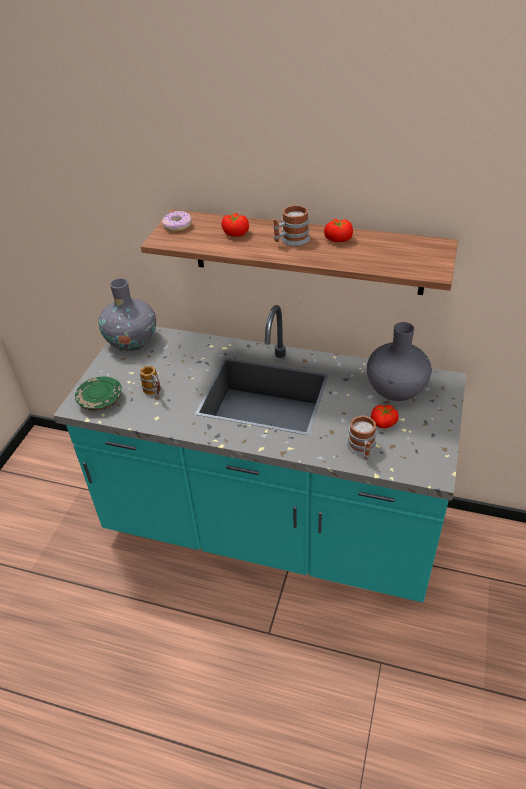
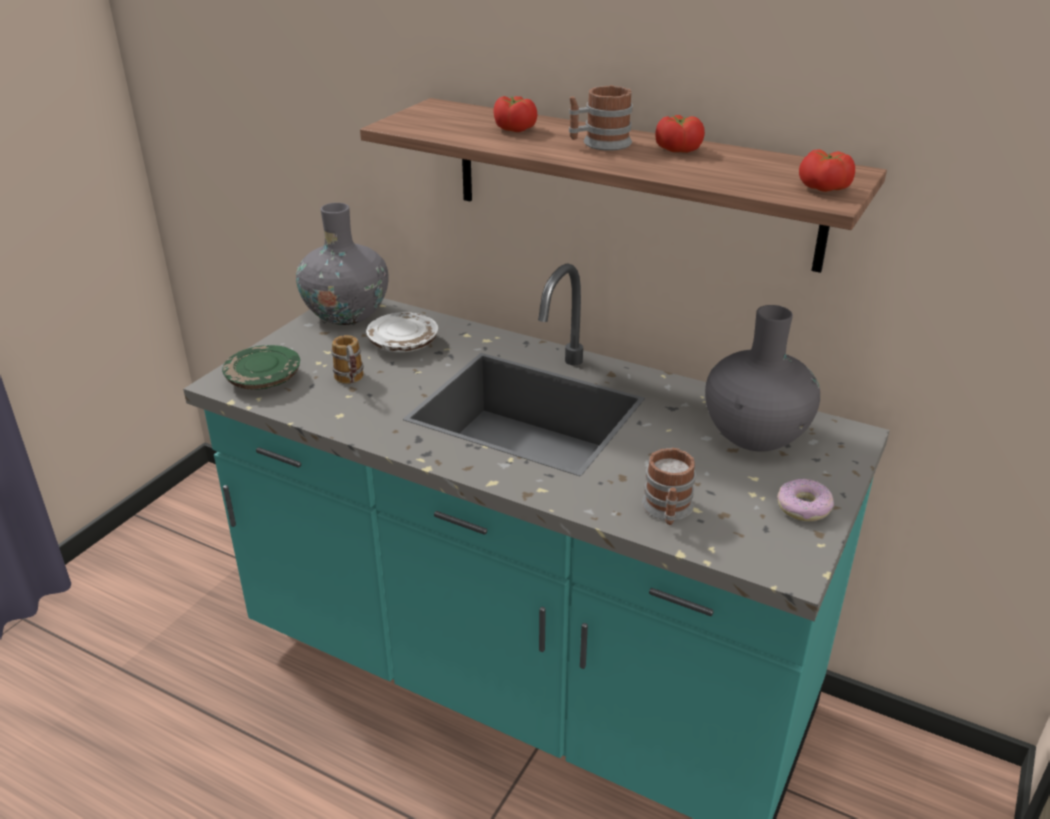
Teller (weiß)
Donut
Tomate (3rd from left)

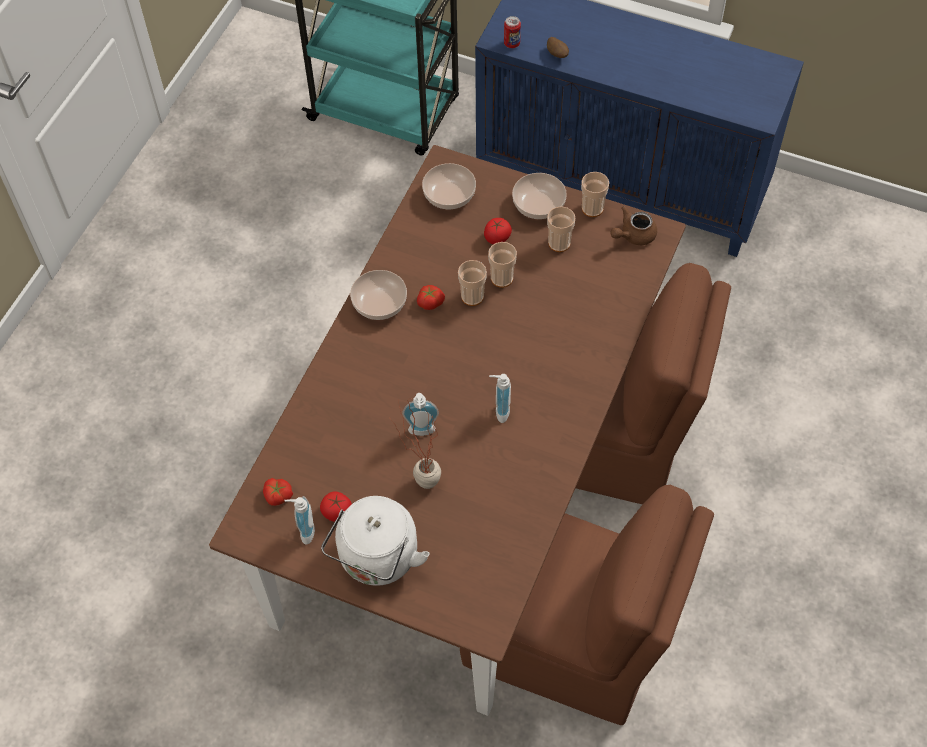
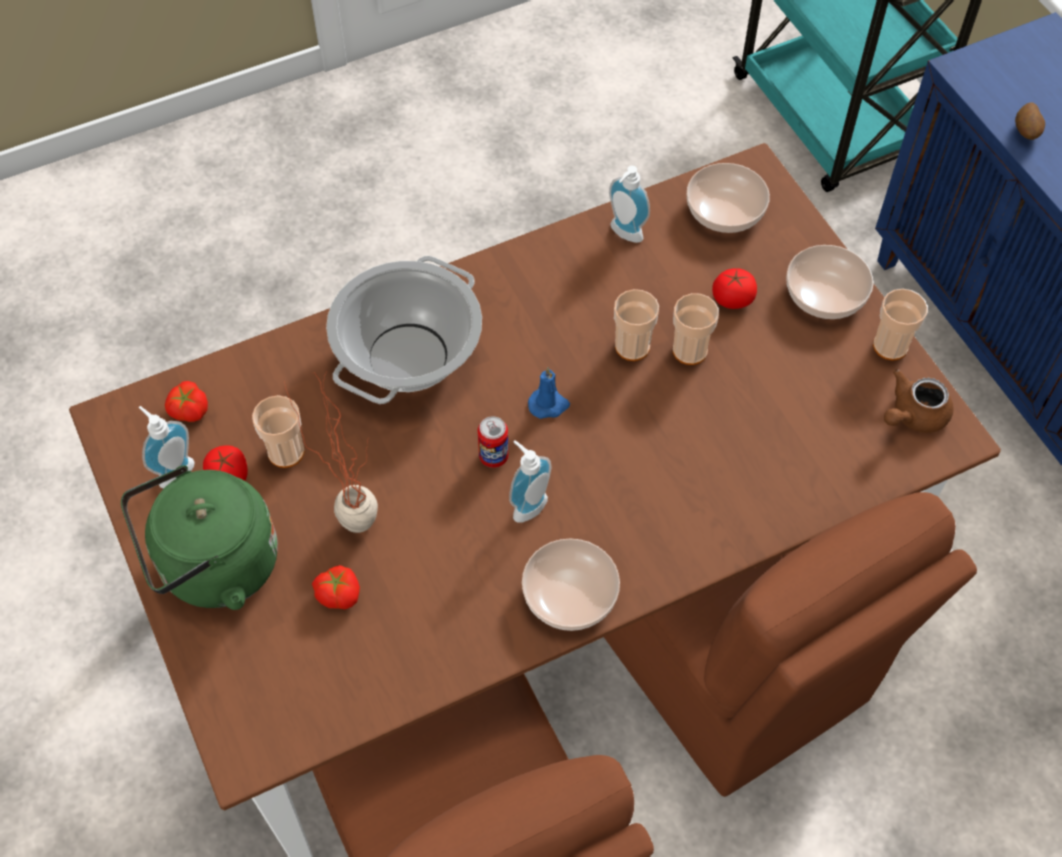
Wasserkessel (grün)
Tasse (1st from left)
Tomate (3rd from left)
Kochtopf
Dose
Schüssel (1st from left)
Kerze (blau)
Seifenspender (3rd from left)
Teekanne (braun)

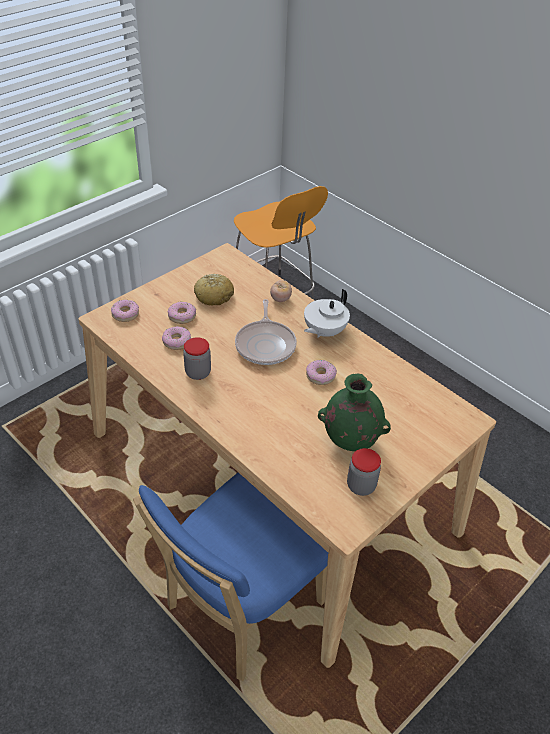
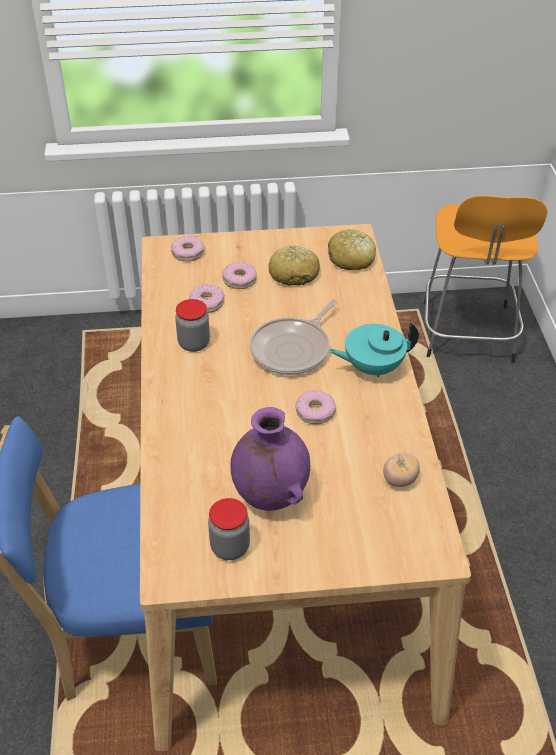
Vase (lila)
Brot (2nd from left)
Teekanne (türkis)
Tomate

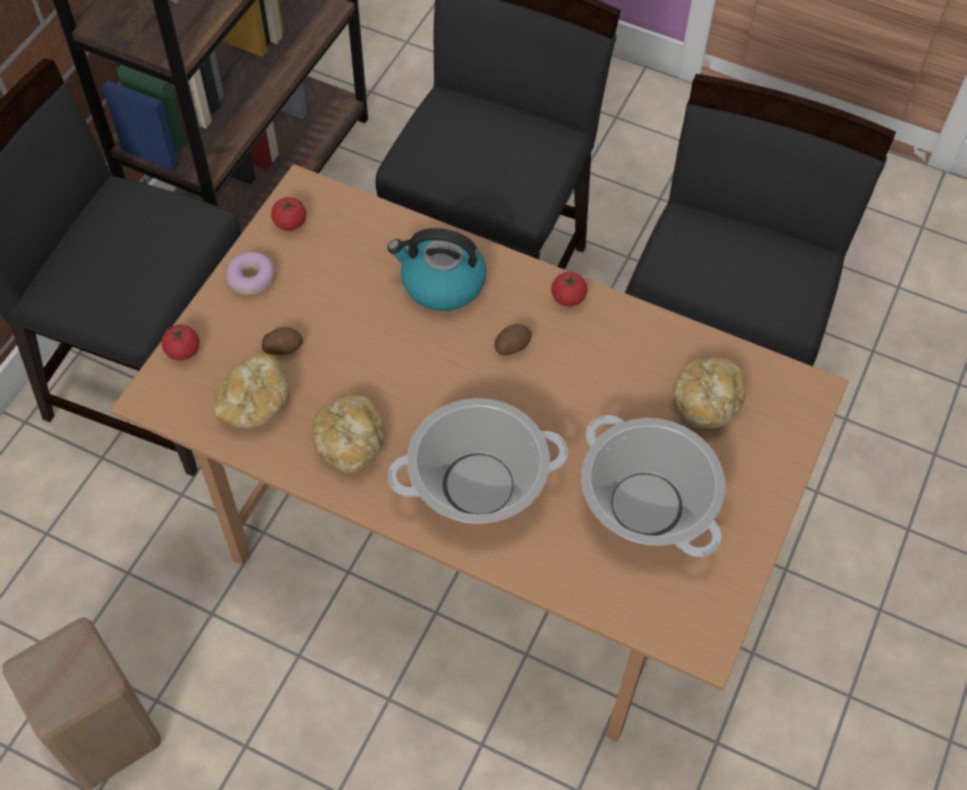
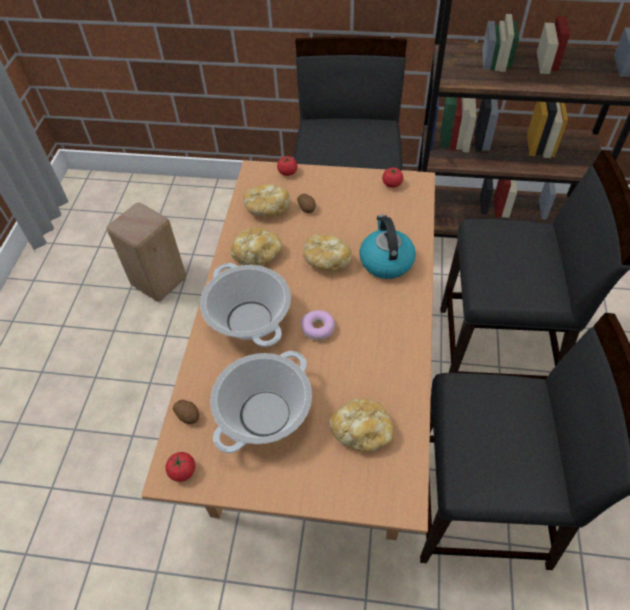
Tomate (1st from left)
Kartoffel (1st from left)
Donut
Brot (3rd from left)

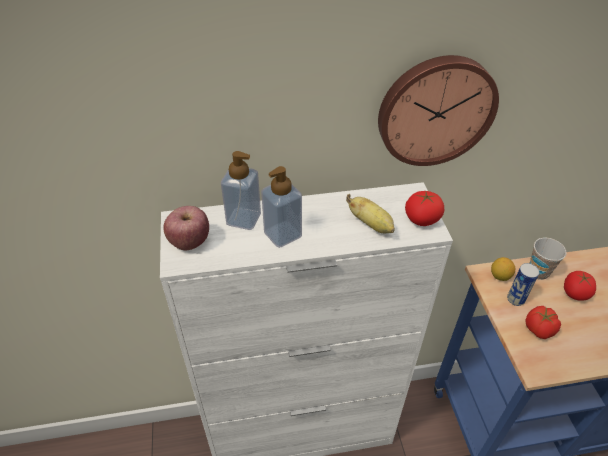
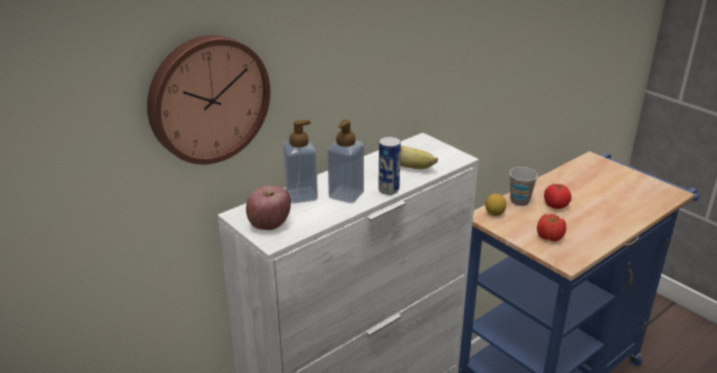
Wanduhr
Dose
Tomate (1st from left in the first image)

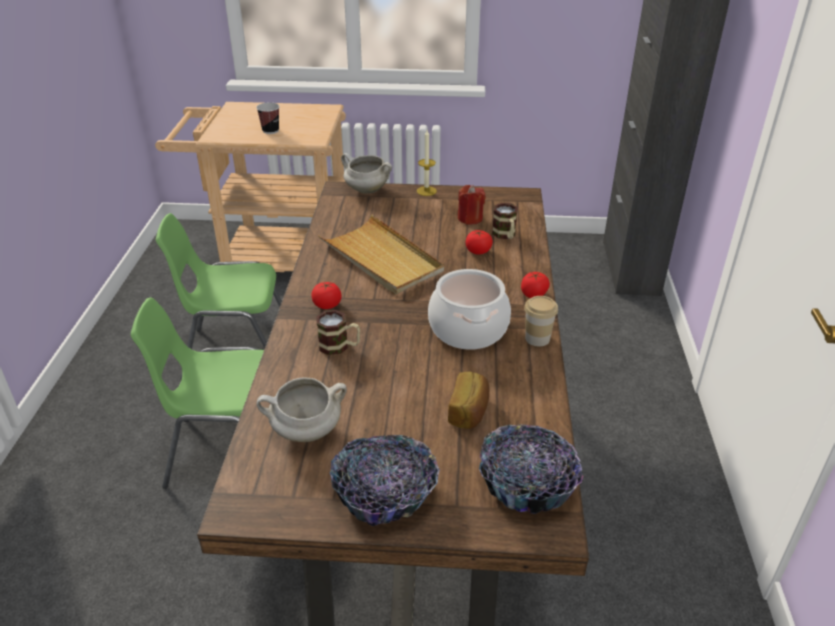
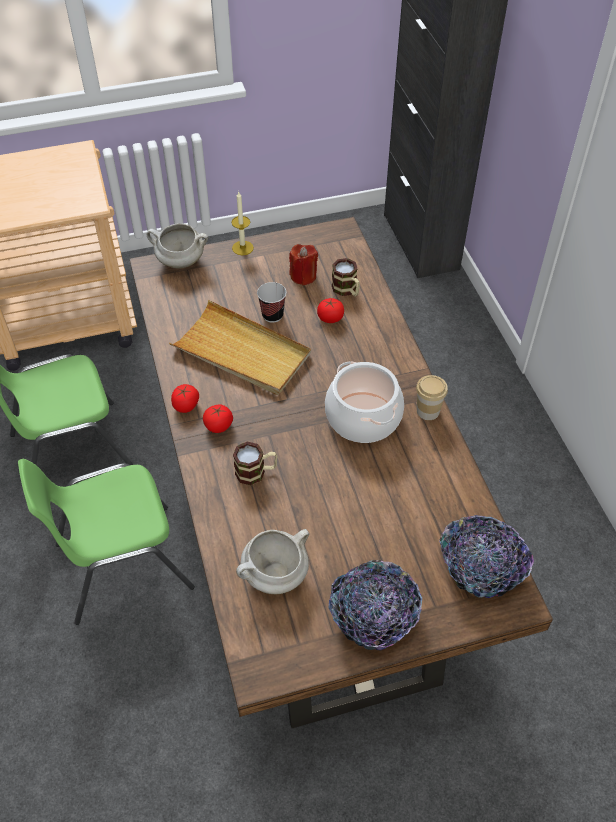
Tomate (1st from left)
Tasse (1st from left)
Brot

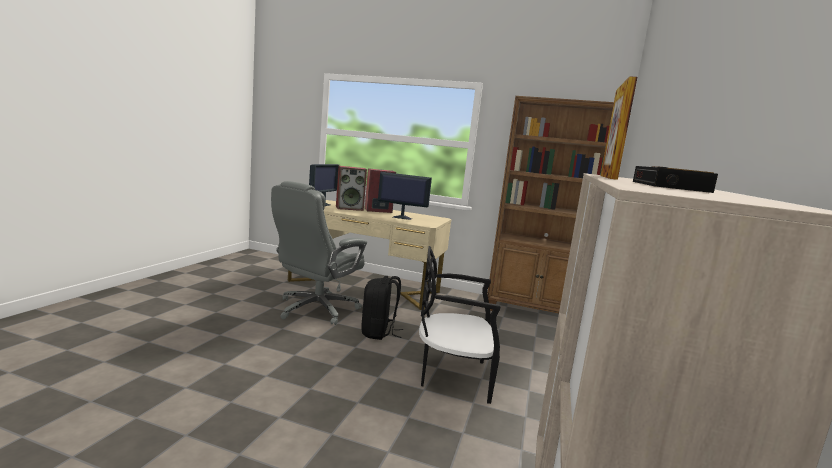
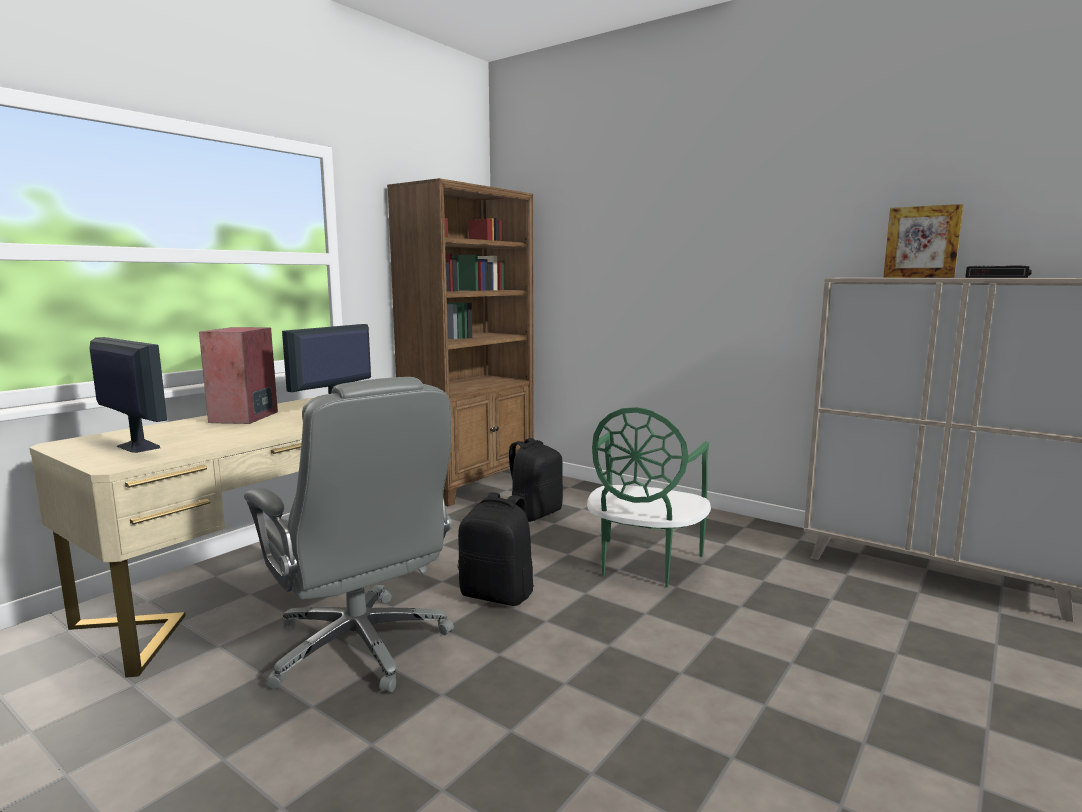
Rucksack (schwarz) (2nd from left)
Stuhl (grün)
Lautsprecher (1st from left in the first image)

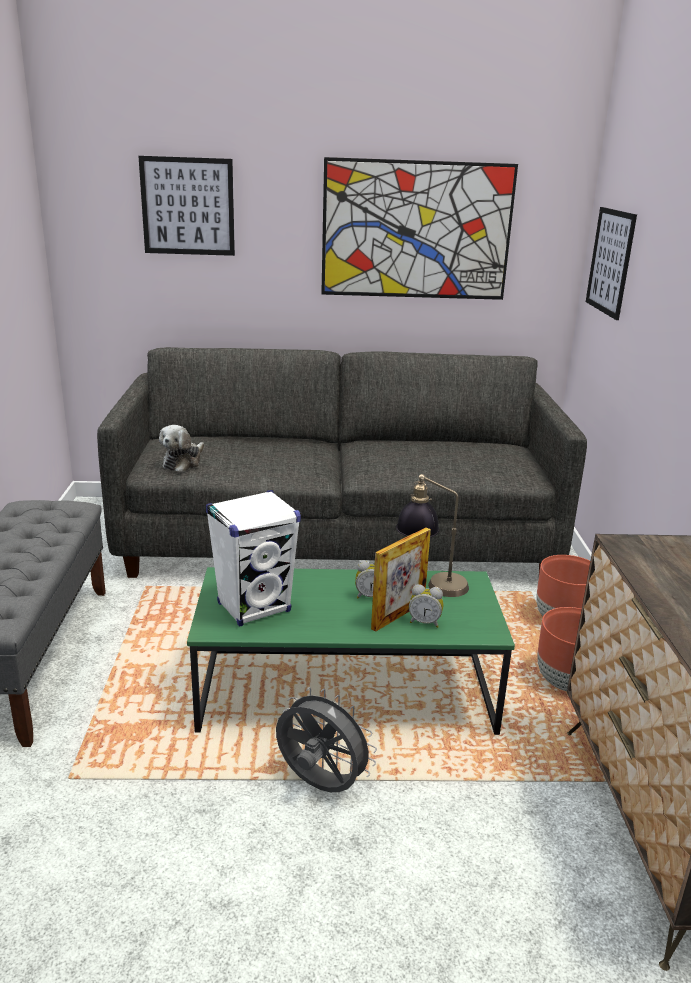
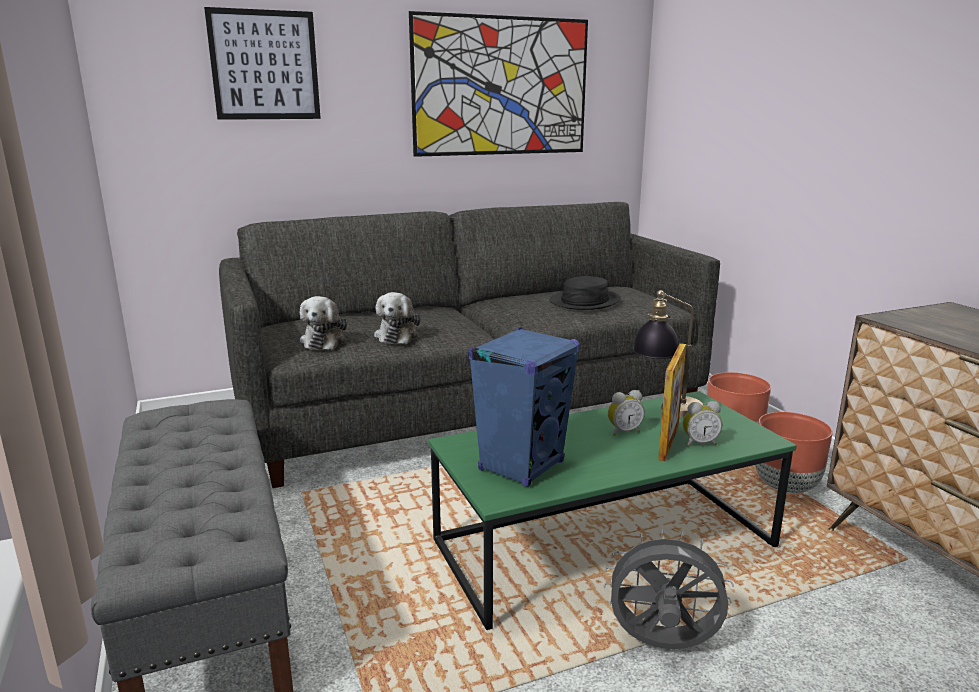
Plüschtier (2nd from left)
Lautsprecher (blau)
Hut (schwarz)
Bild (3rd from left in the first image)

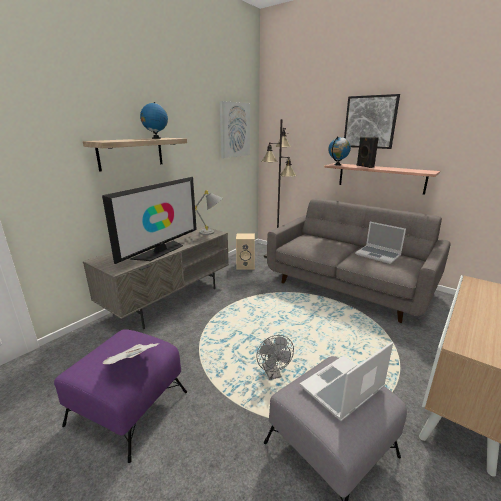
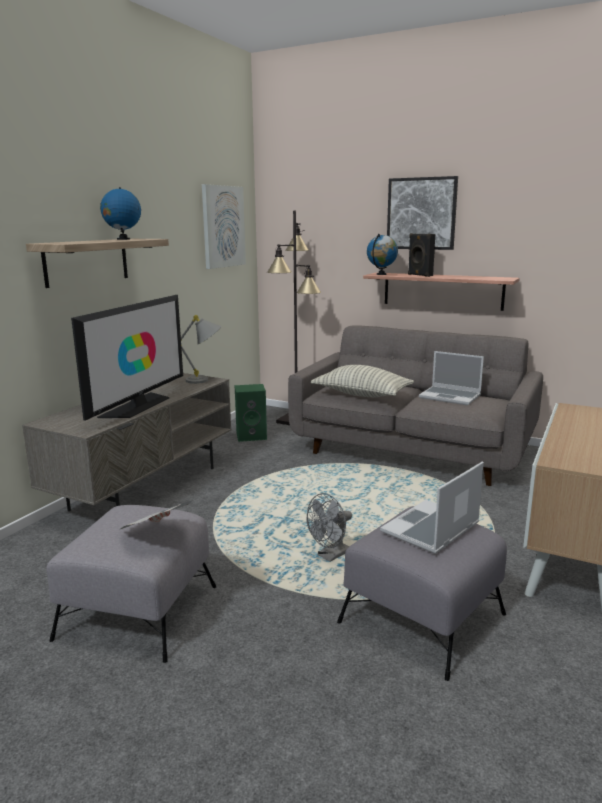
Polsterhocker (grau) (1st from left)
Lautsprecher (grün)
Ventilator (grau)
Kissen

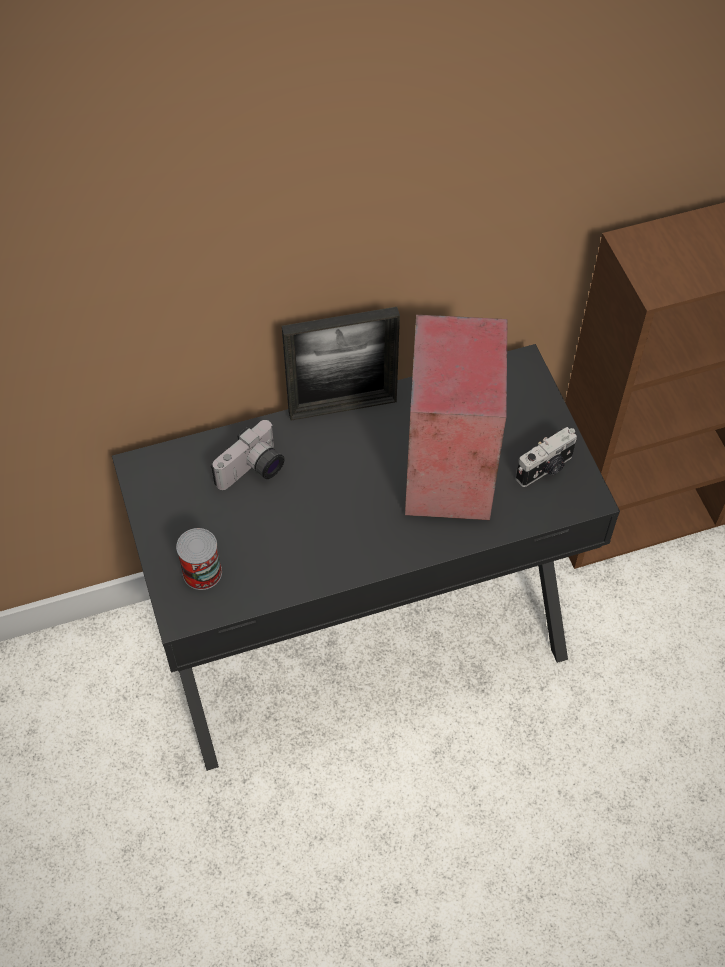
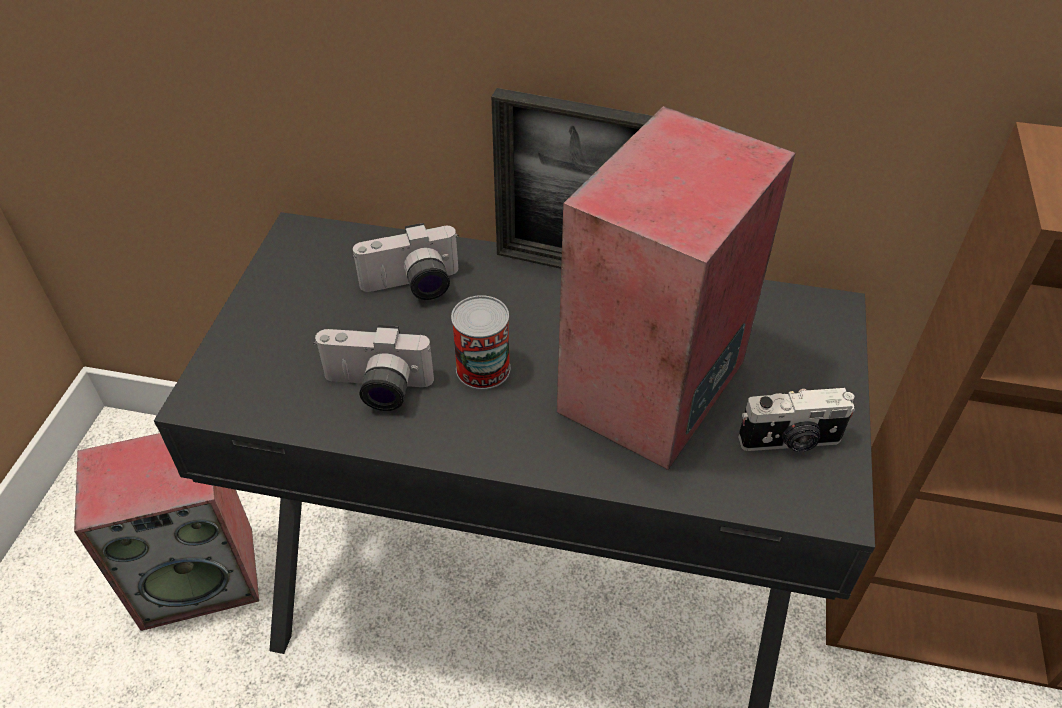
Lautsprecher (1st from left)
Kamera (1st from left)
Dose

